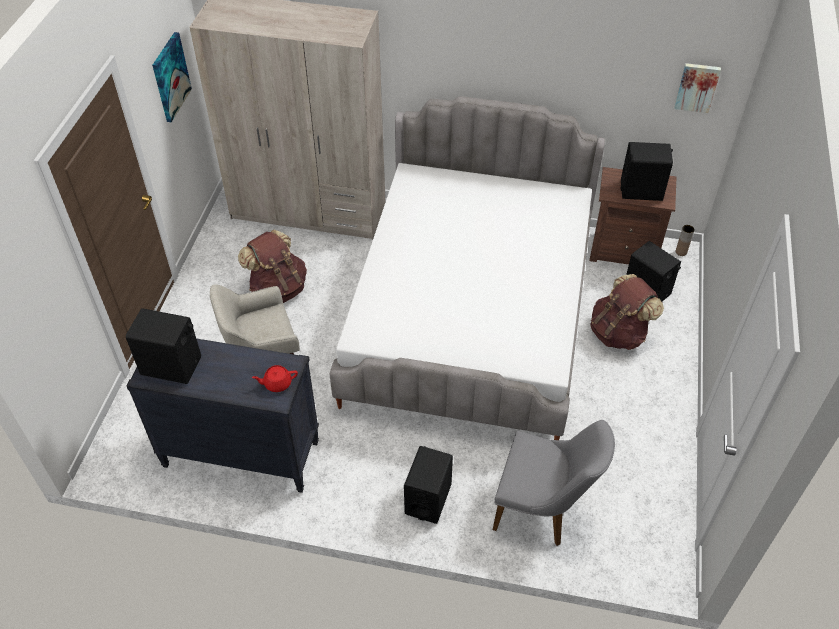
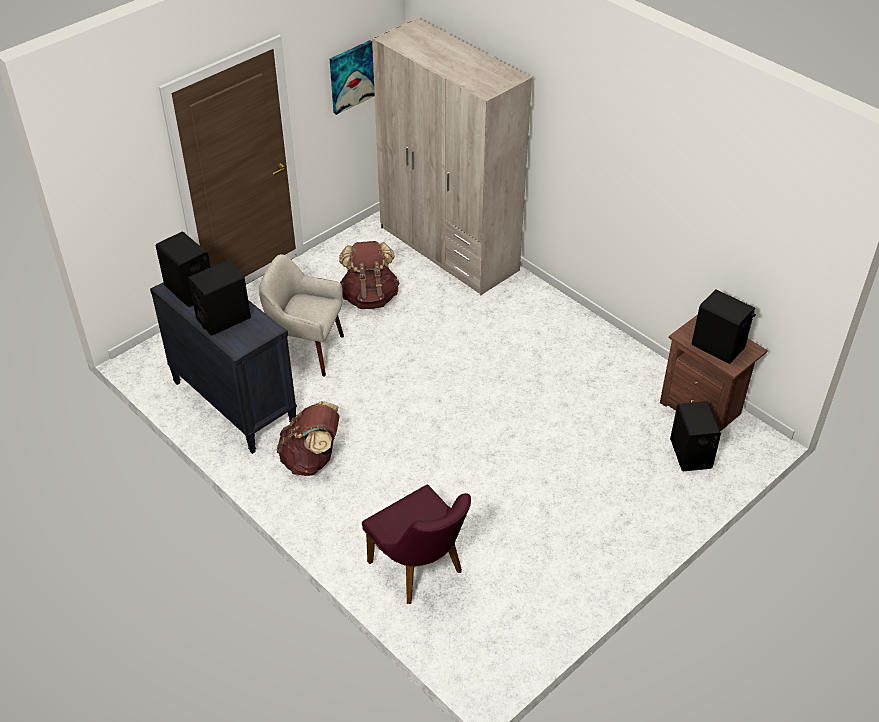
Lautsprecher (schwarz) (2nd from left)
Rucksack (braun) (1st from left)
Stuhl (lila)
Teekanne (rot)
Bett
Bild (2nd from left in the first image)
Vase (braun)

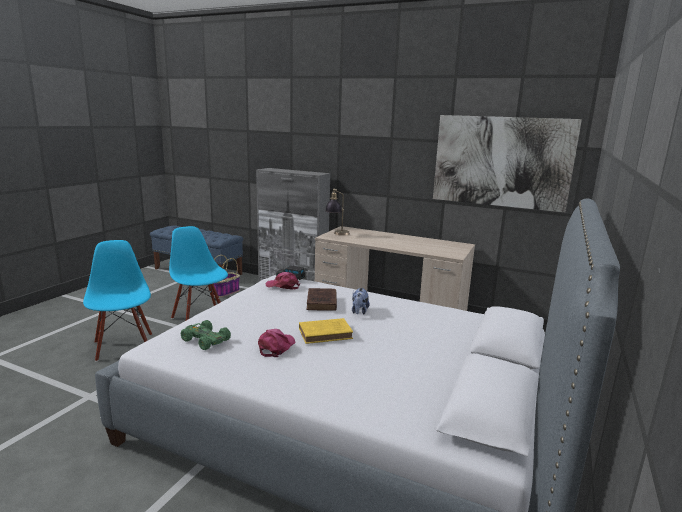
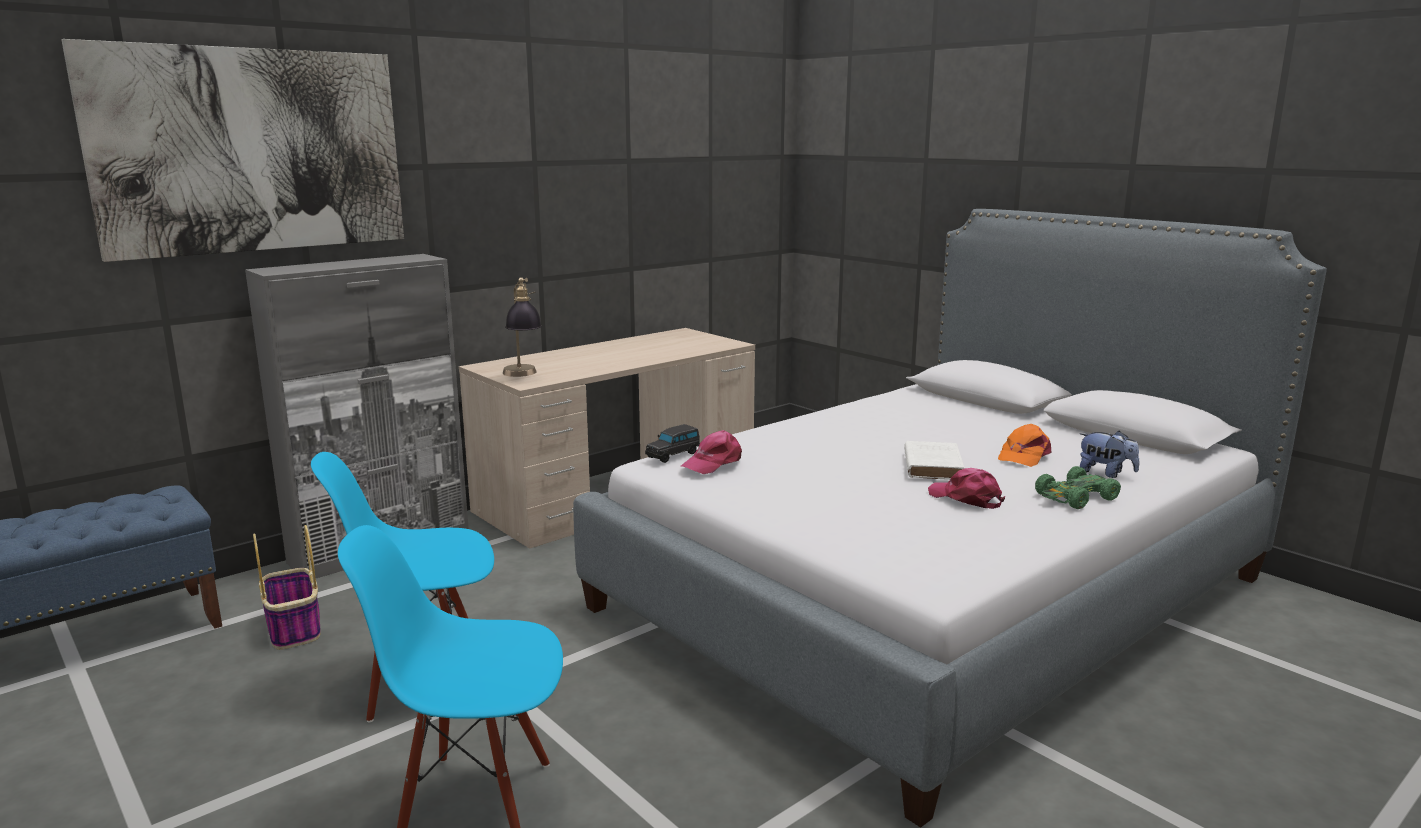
Bild
Buch (weiß)
Kappe (orange)
Spielzeugauto (grün)
Plüschtier
Buch (braun)

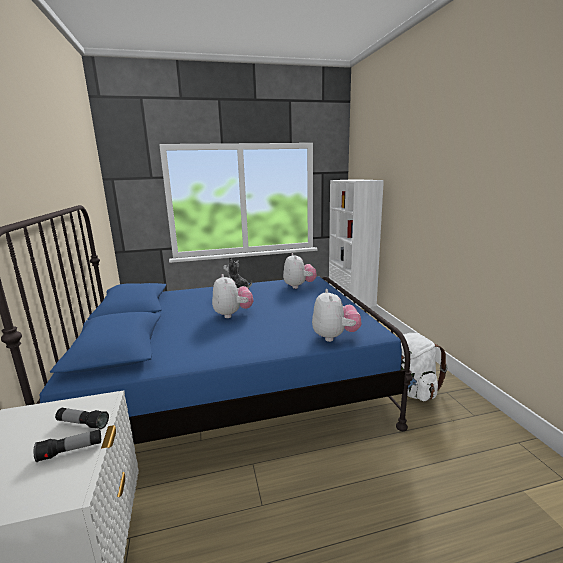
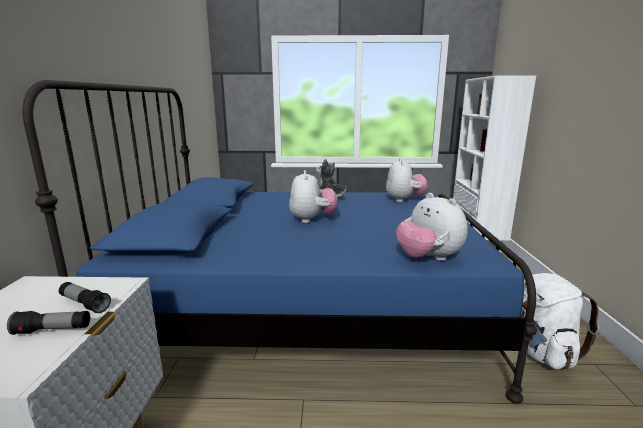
Plüschtier (4th from left)

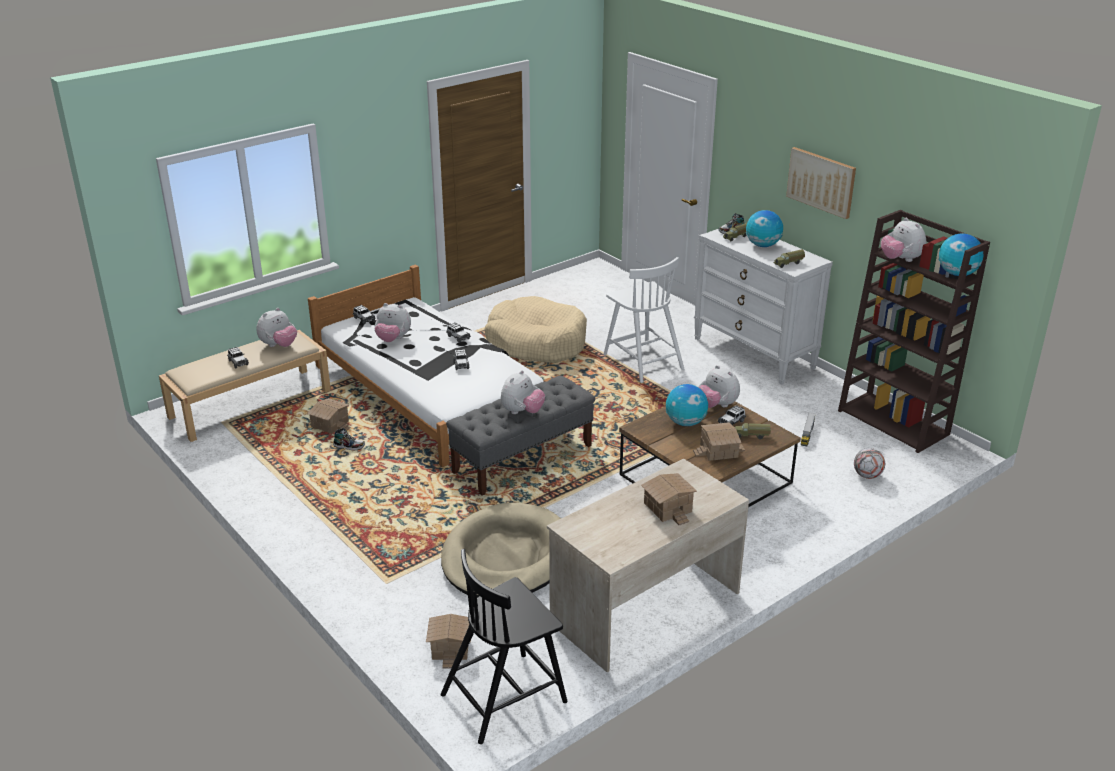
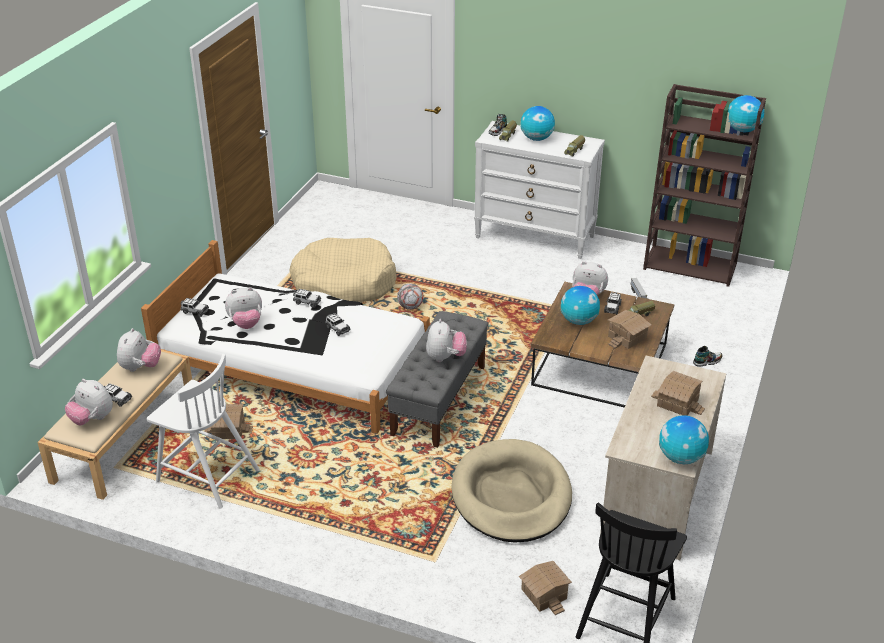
Plüschtier (1st from left)
Stuhl (weiß)
Fußball
Globus (3rd from left)
Schuh (2nd from left)
Bild

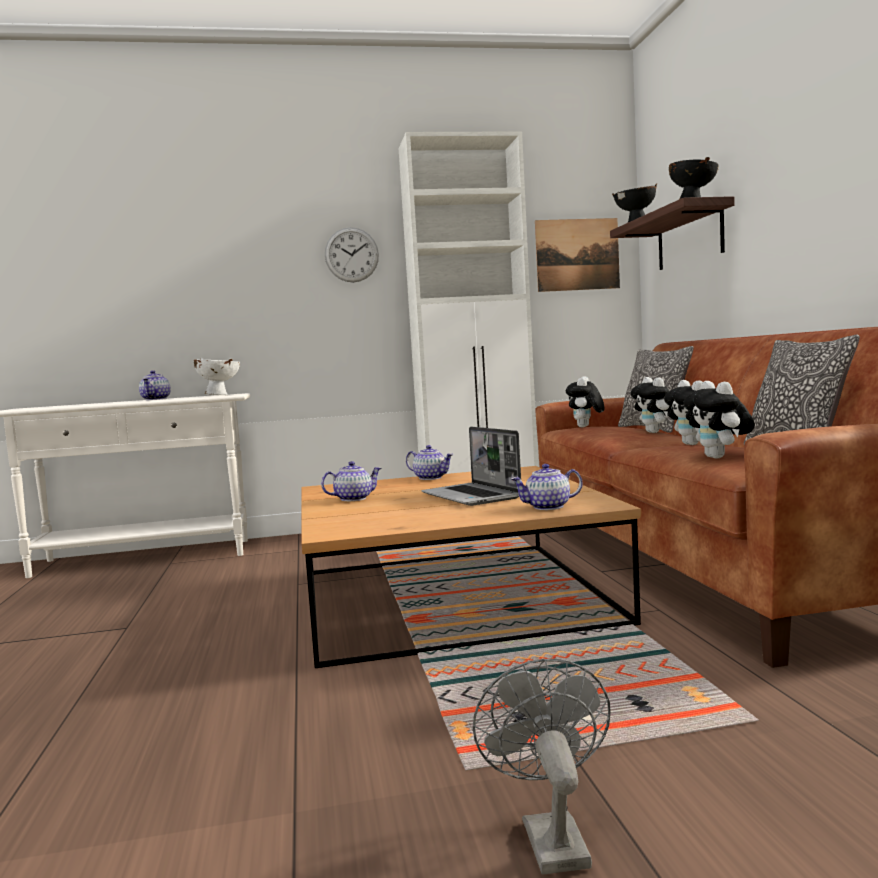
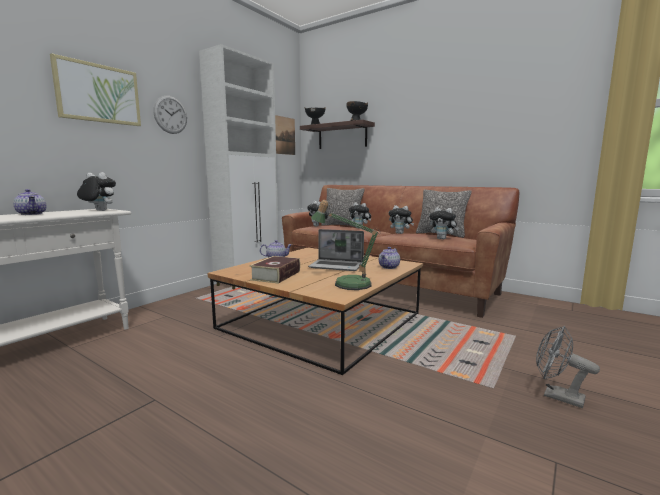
Bild (1st from left)
Plüschtier (1st from left)
Buch
Tischlampe

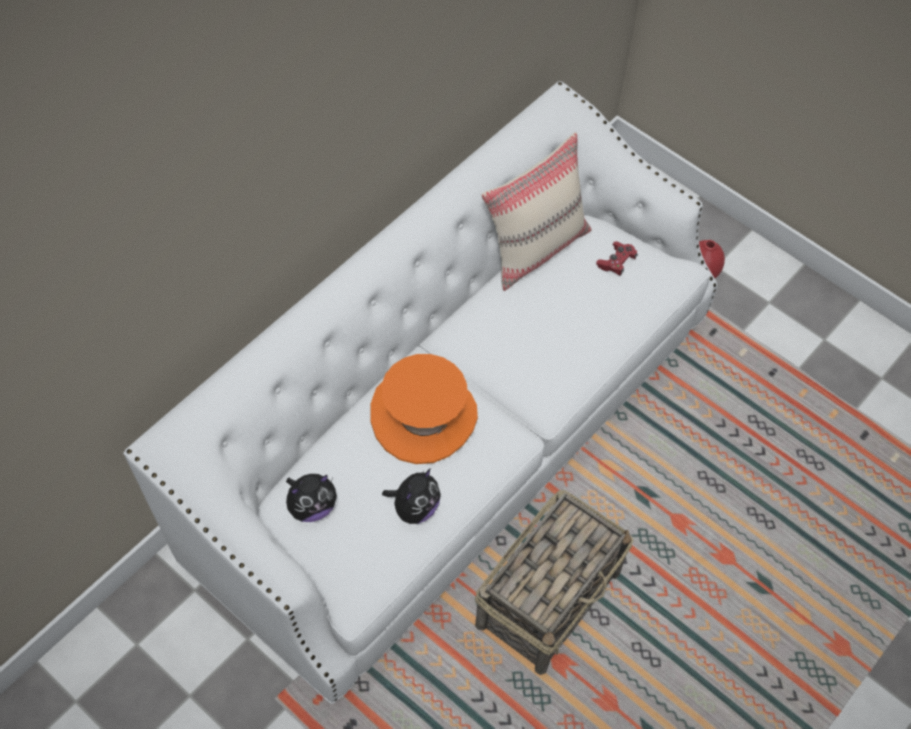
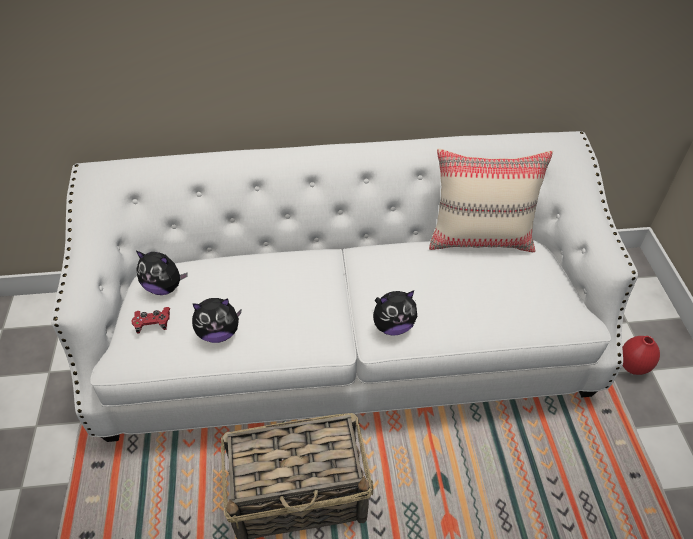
Gamepad (rot)
Plüschtier (3rd from left)
Hut (orange)

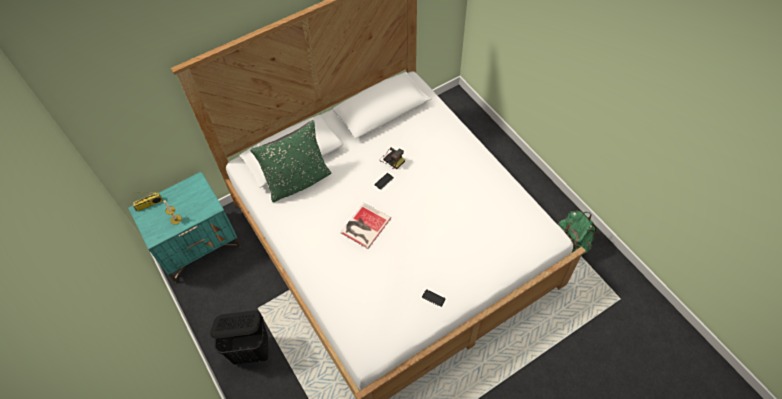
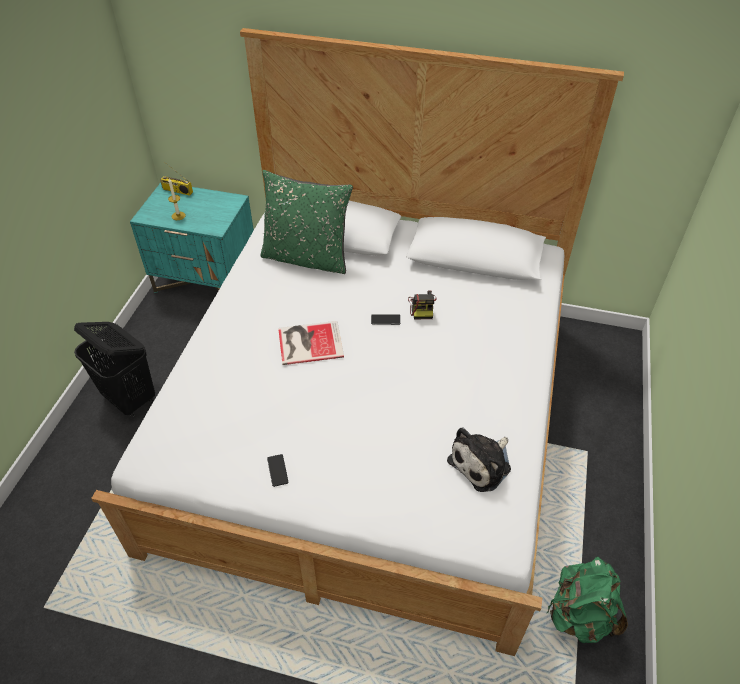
Plüschtier

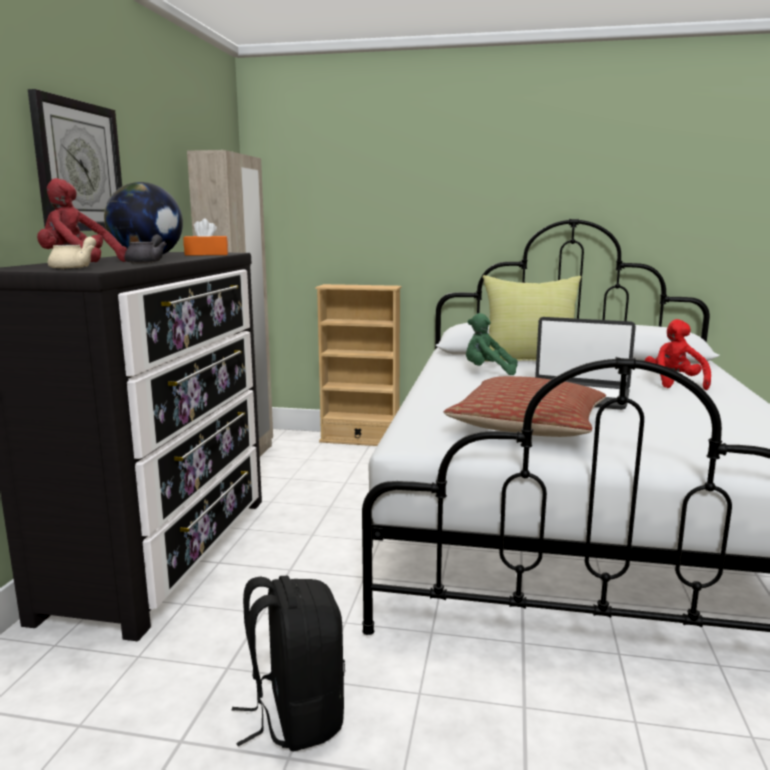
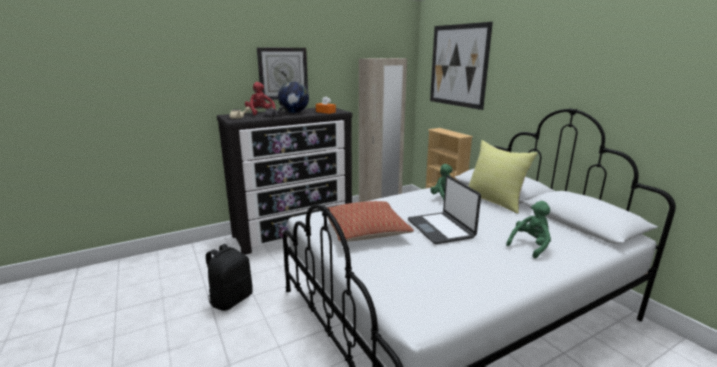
Bild
Plüschtier (grün) (2nd from left)

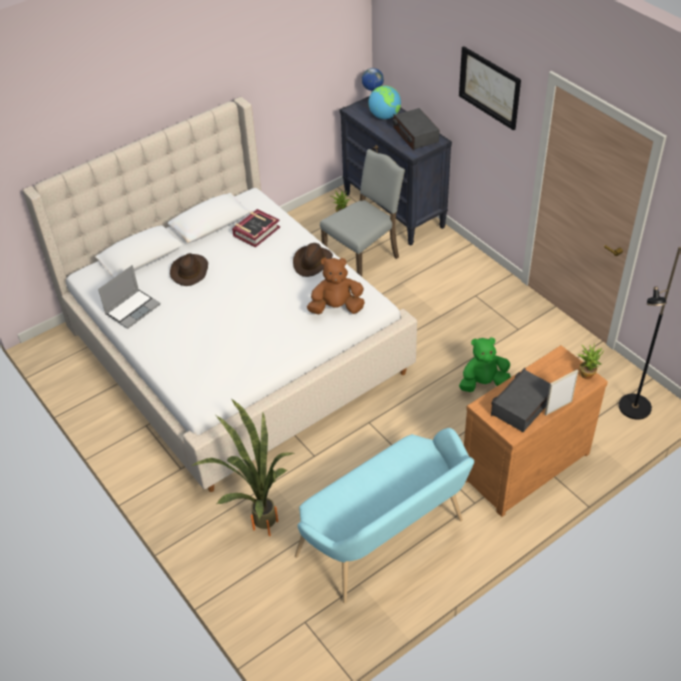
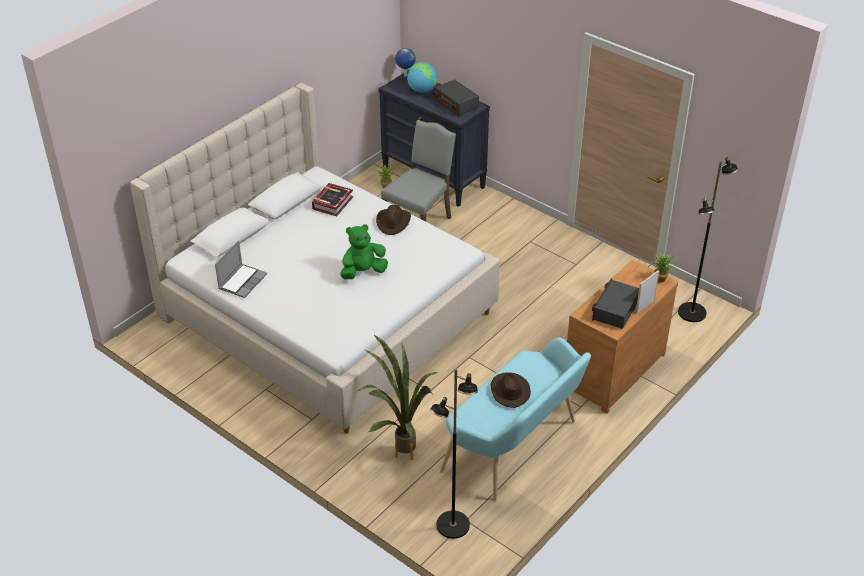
Plüschtier (grün)
Stehlampe (schwarz) (1st from left)
Hut (braun) (2nd from left)
Plüschtier (braun)
Bild

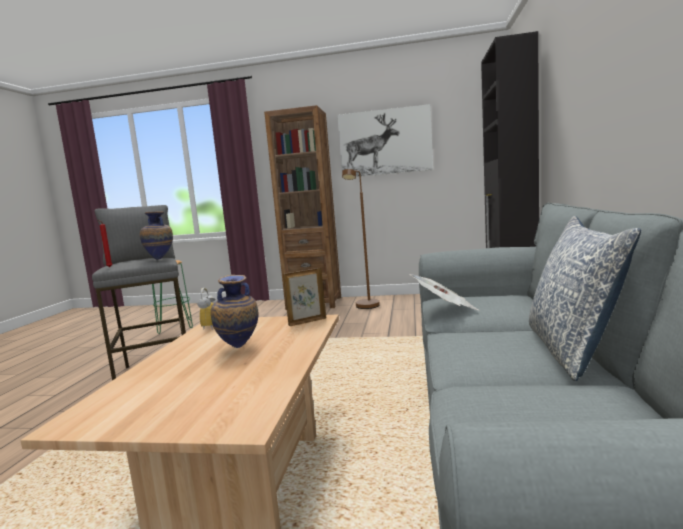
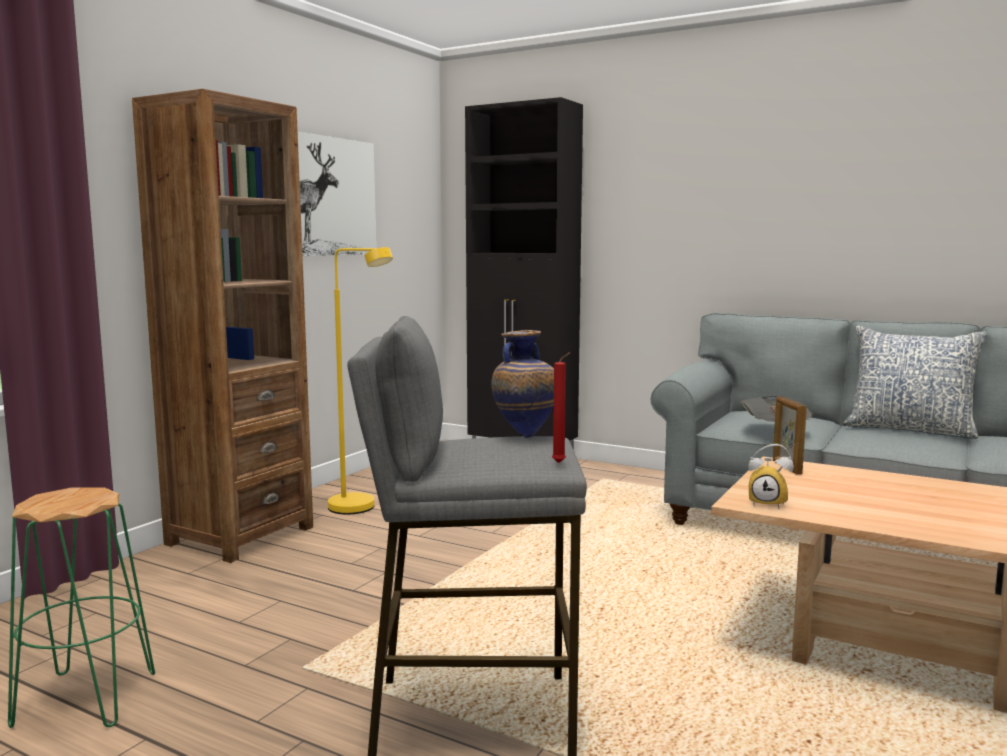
Stehlampe (gelb)
Vase (2nd from left in the first image)

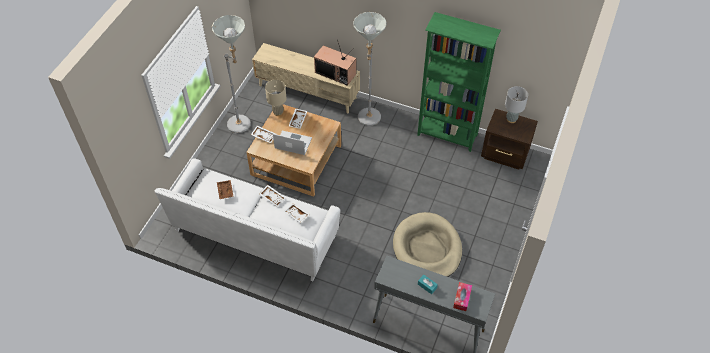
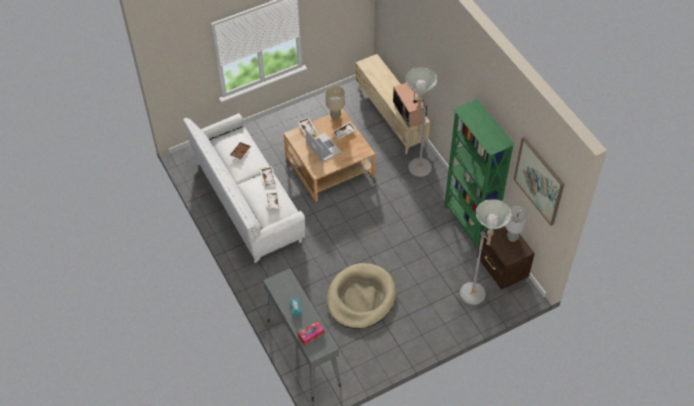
Stehlampe (grau) (2nd from left)
Bild

